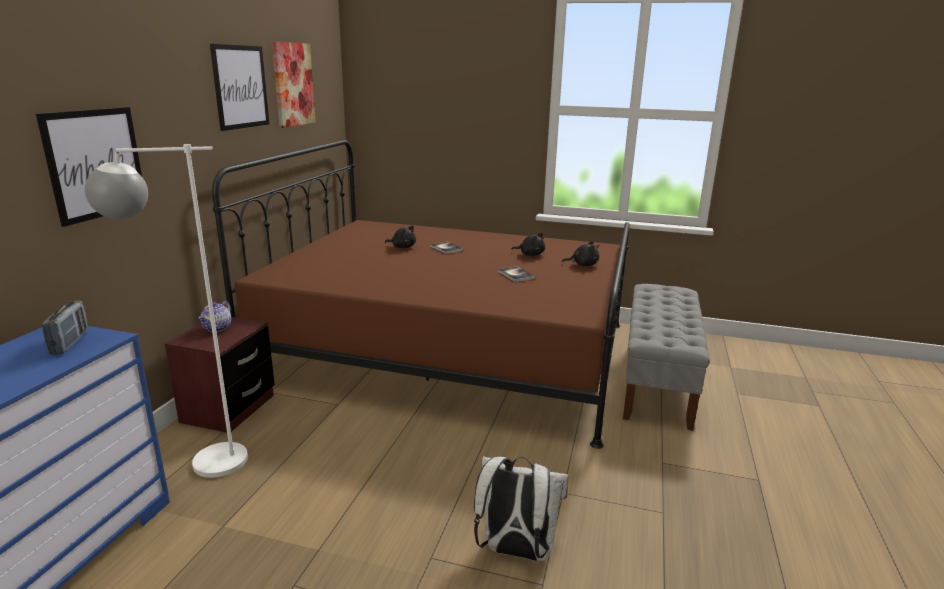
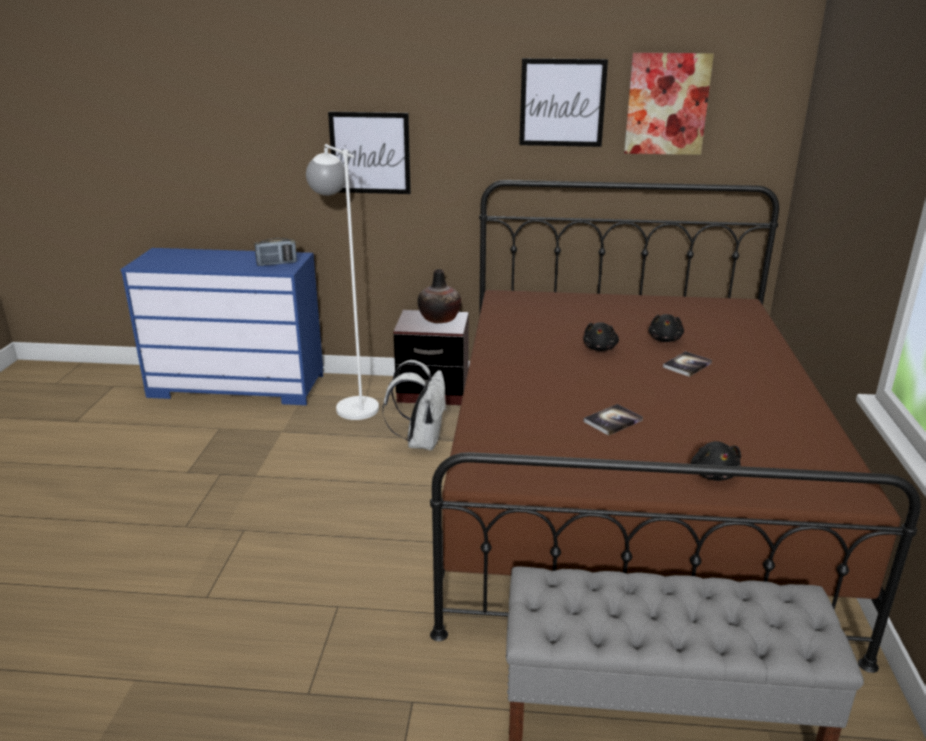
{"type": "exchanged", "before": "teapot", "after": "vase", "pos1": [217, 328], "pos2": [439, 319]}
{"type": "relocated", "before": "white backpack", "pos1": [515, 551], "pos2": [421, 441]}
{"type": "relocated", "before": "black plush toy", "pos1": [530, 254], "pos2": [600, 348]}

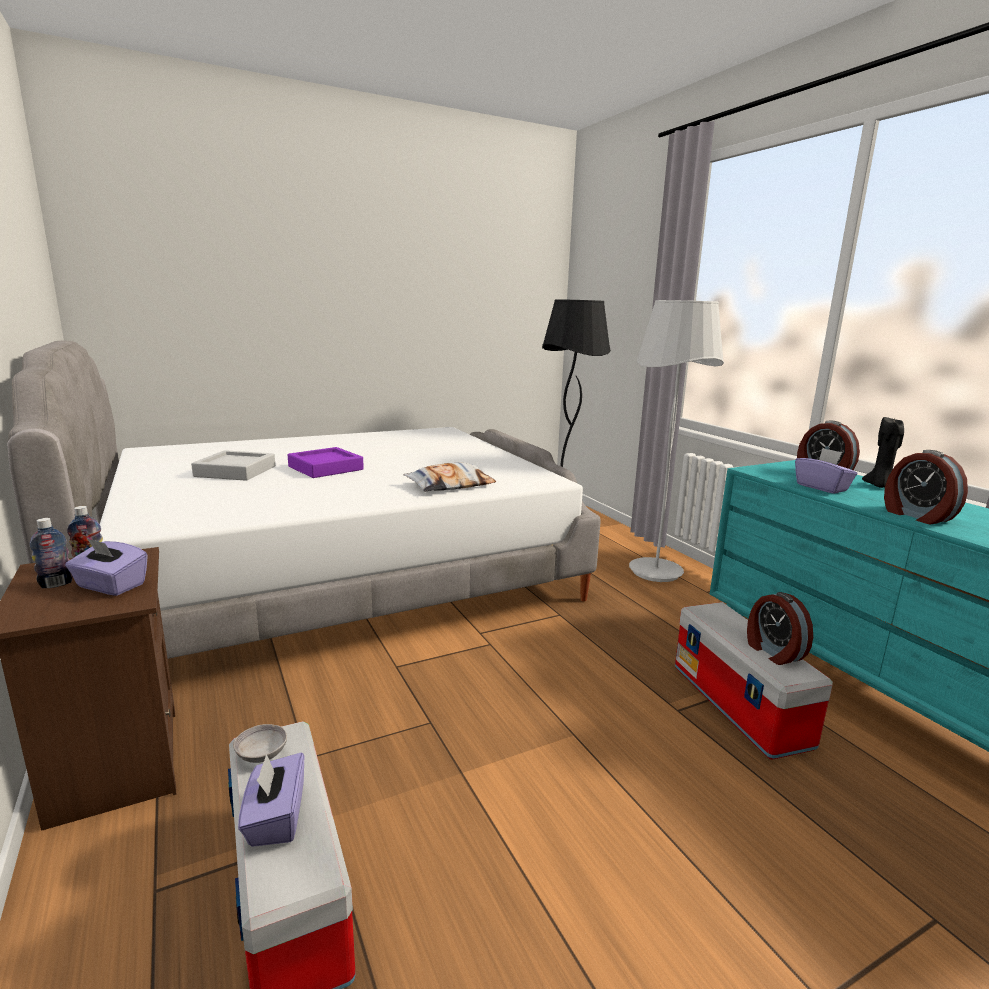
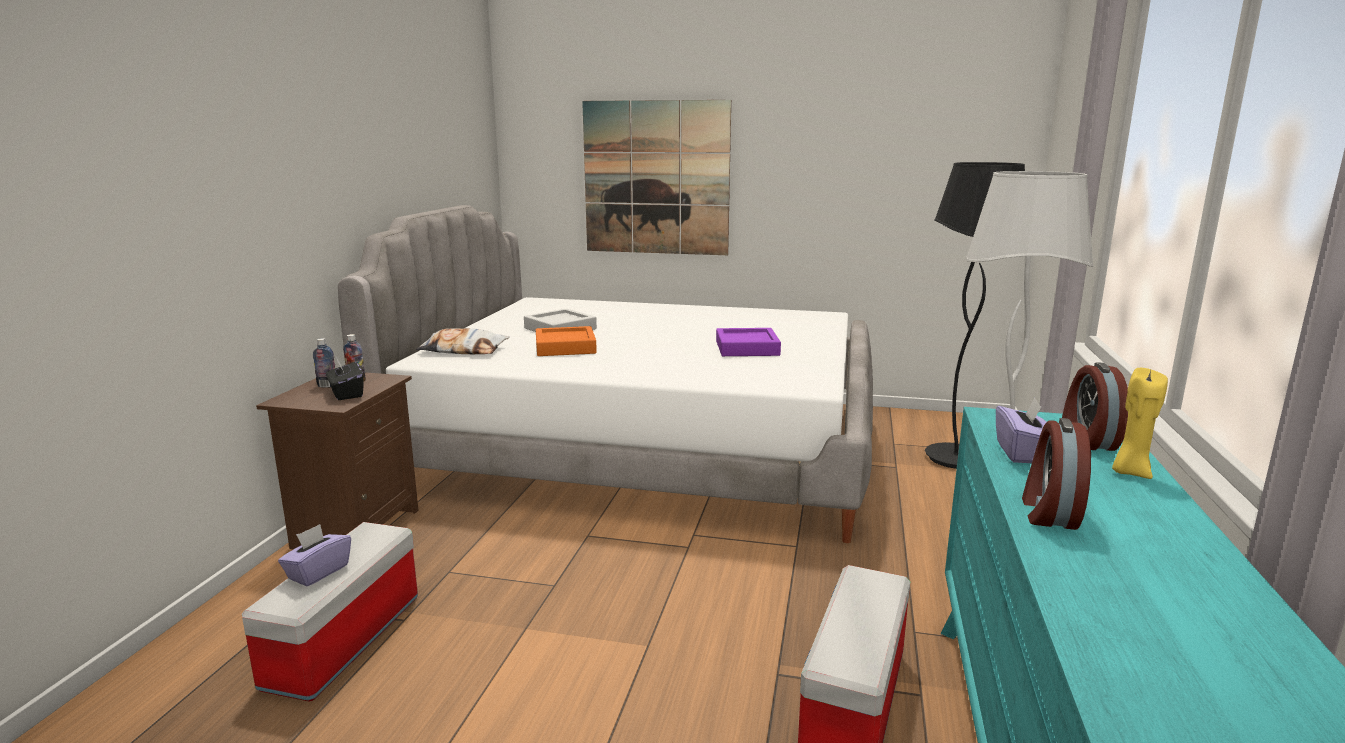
{"type": "colour", "before": "purple tissue box", "after": "black tissue box", "pos1": [110, 586], "pos2": [346, 394]}
{"type": "missing", "before": "grey bowl", "pos1": [261, 755]}
{"type": "relocated", "before": "purple tray", "pos1": [325, 468], "pos2": [747, 348]}
{"type": "relocated", "before": "pillow", "pos1": [450, 485], "pos2": [463, 350]}
{"type": "missing", "before": "alarm clock", "pos1": [773, 652]}
{"type": "colour", "before": "black candle", "after": "yellow candle", "pos1": [879, 486], "pos2": [1130, 472]}
{"type": "appeared", "after": "orange tray", "pos2": [565, 347]}
{"type": "appeared", "after": "picture", "pos2": [656, 178]}

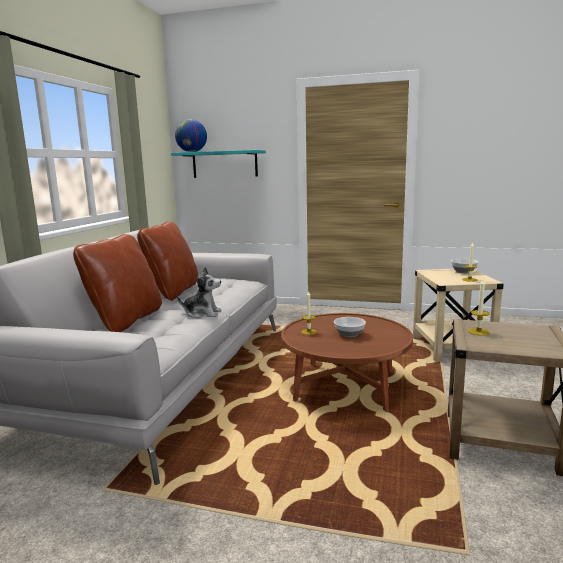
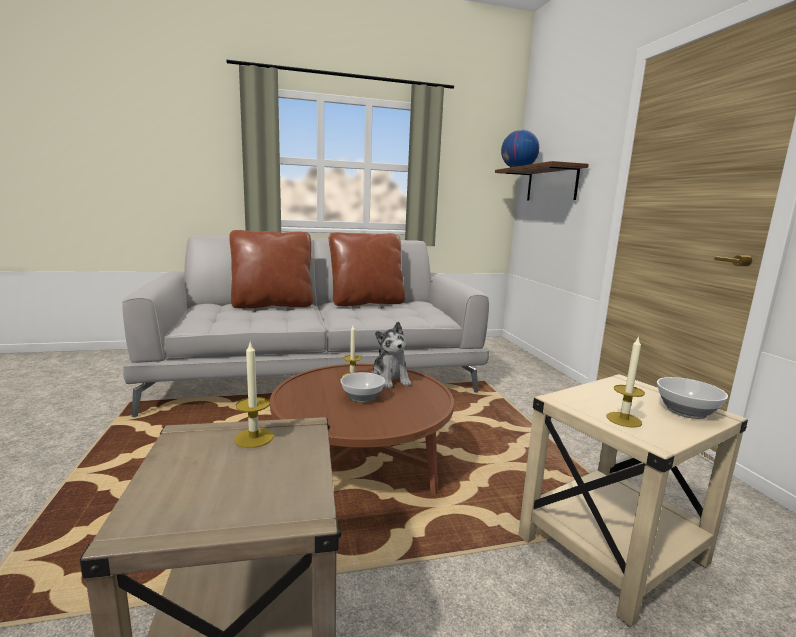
{"type": "colour", "before": "turquoise shelf", "after": "brown shelf", "pos1": [224, 164], "pos2": [551, 184]}
{"type": "relocated", "before": "plush toy", "pos1": [202, 314], "pos2": [390, 379]}

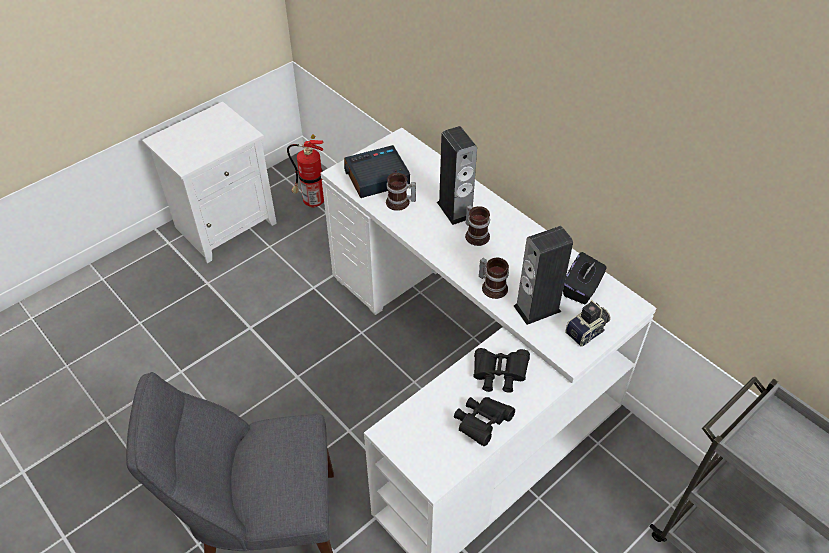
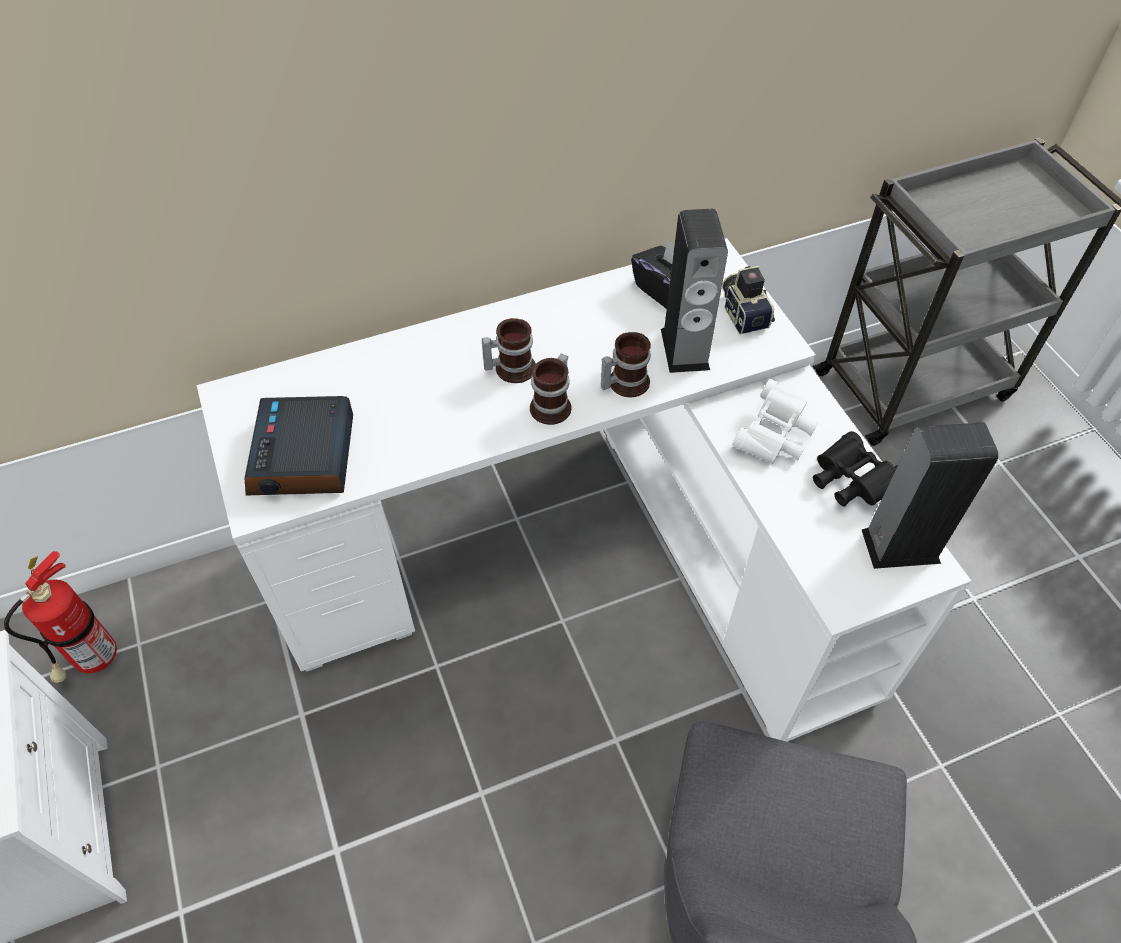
{"type": "relocated", "before": "mug", "pos1": [400, 203], "pos2": [554, 406]}
{"type": "relocated", "before": "speaker", "pos1": [455, 209], "pos2": [900, 546]}
{"type": "colour", "before": "black binoculars", "after": "white binoculars", "pos1": [498, 375], "pos2": [774, 436]}

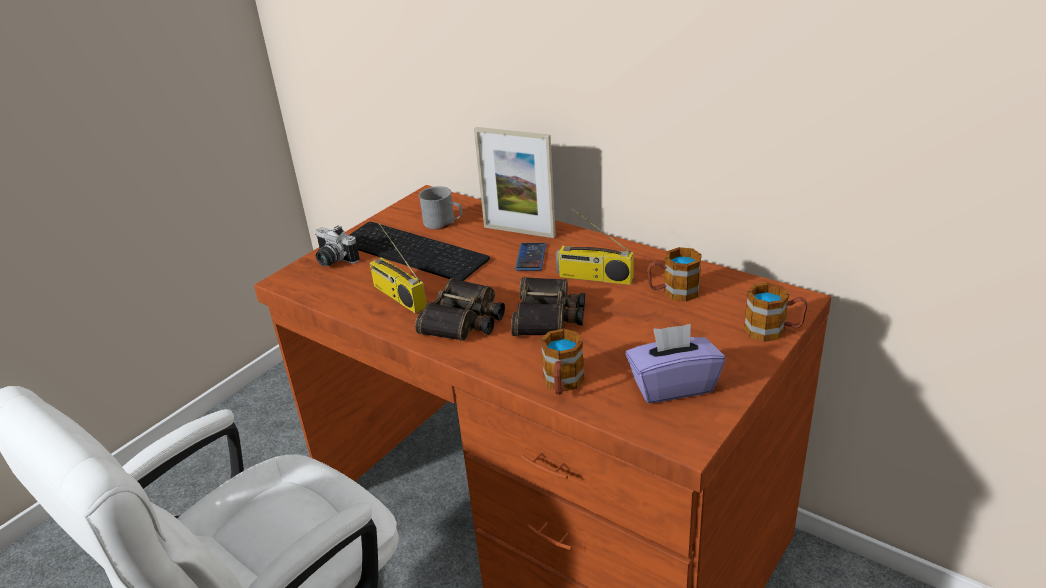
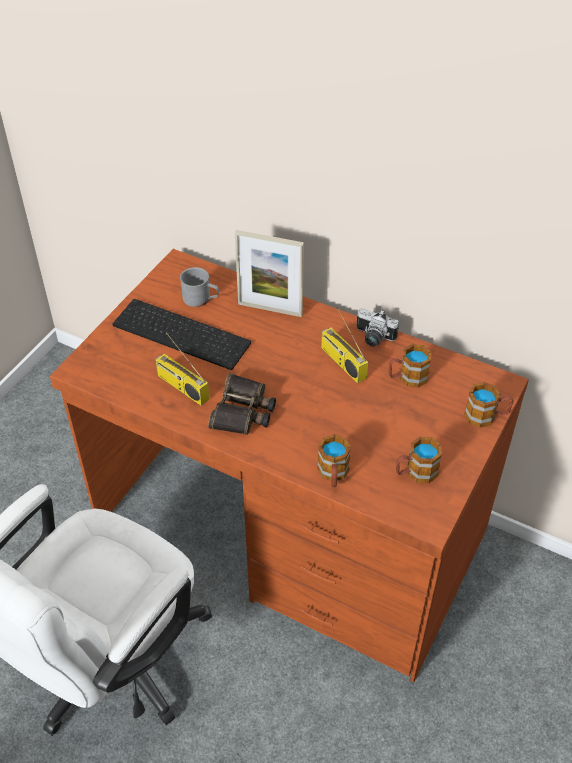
{"type": "relocated", "before": "photo camera", "pos1": [333, 260], "pos2": [373, 338]}
{"type": "missing", "before": "binoculars", "pos1": [548, 316]}
{"type": "missing", "before": "phone", "pos1": [531, 257]}
{"type": "spun", "before": "radio", "pos1": [594, 277], "pos2": [342, 362], "turn": 45}
{"type": "exchanged", "before": "purple tissue box", "after": "mug", "pos1": [672, 385], "pos2": [415, 472]}

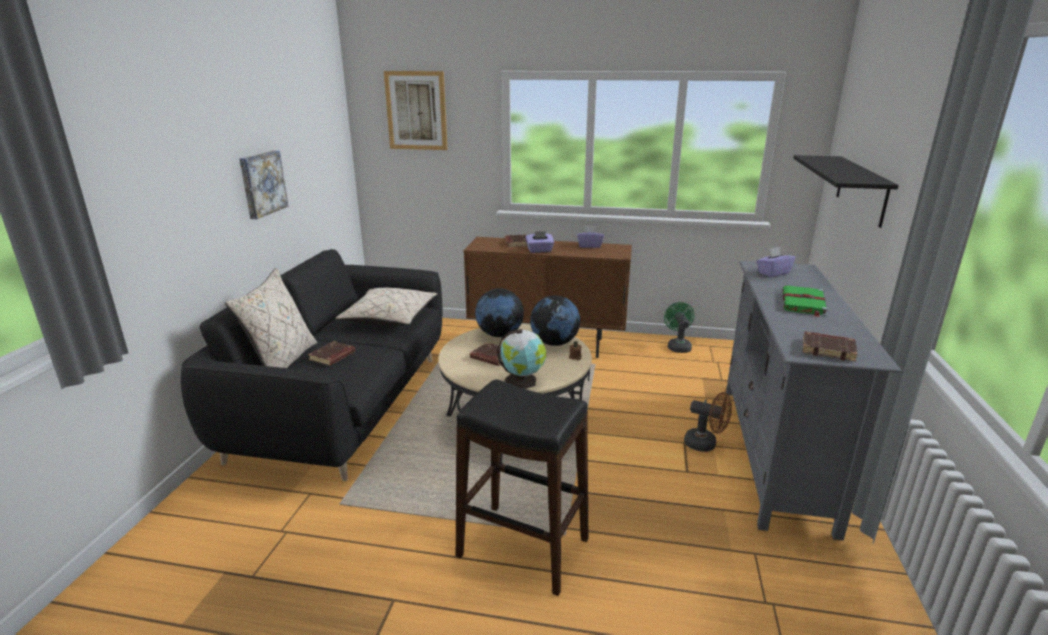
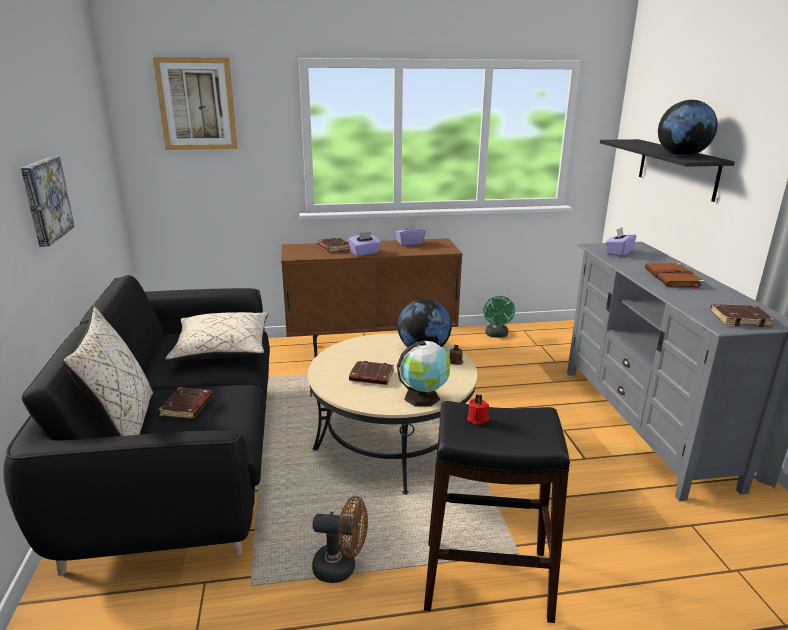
{"type": "relocated", "before": "globe", "pos1": [499, 335], "pos2": [681, 155]}
{"type": "spun", "before": "green fan", "pos1": [678, 346], "pos2": [496, 335], "turn": -150}
{"type": "relocated", "before": "brown fan", "pos1": [705, 444], "pos2": [341, 567]}
{"type": "colour", "before": "green book", "after": "brown book", "pos1": [803, 303], "pos2": [673, 278]}
{"type": "appeared", "after": "red candle", "pos2": [478, 419]}

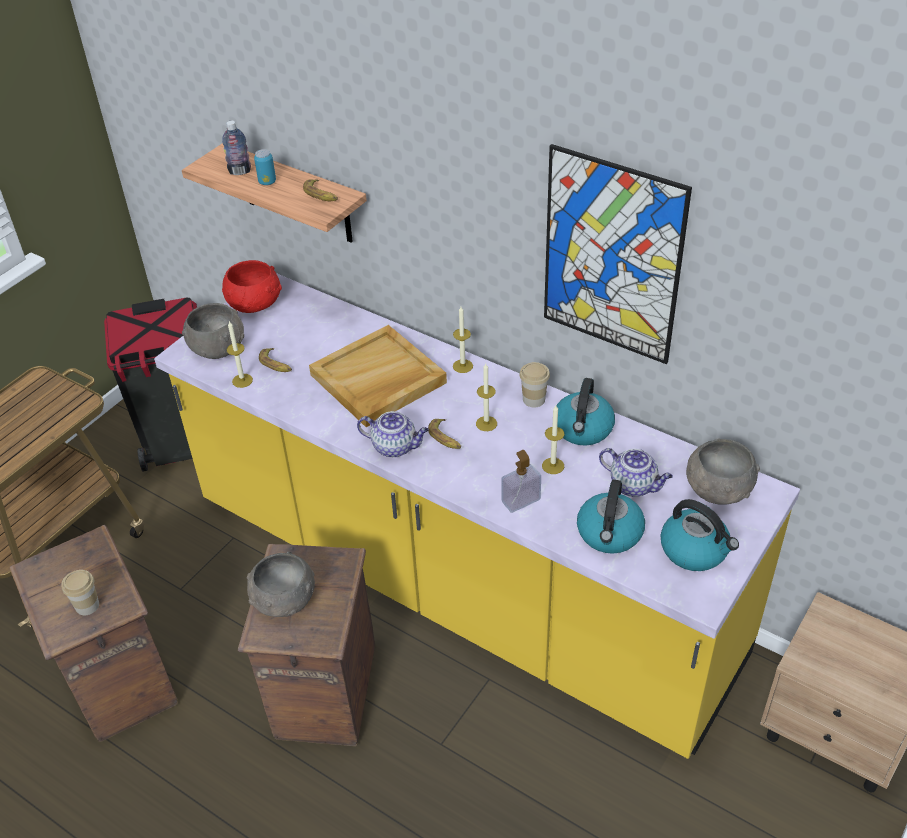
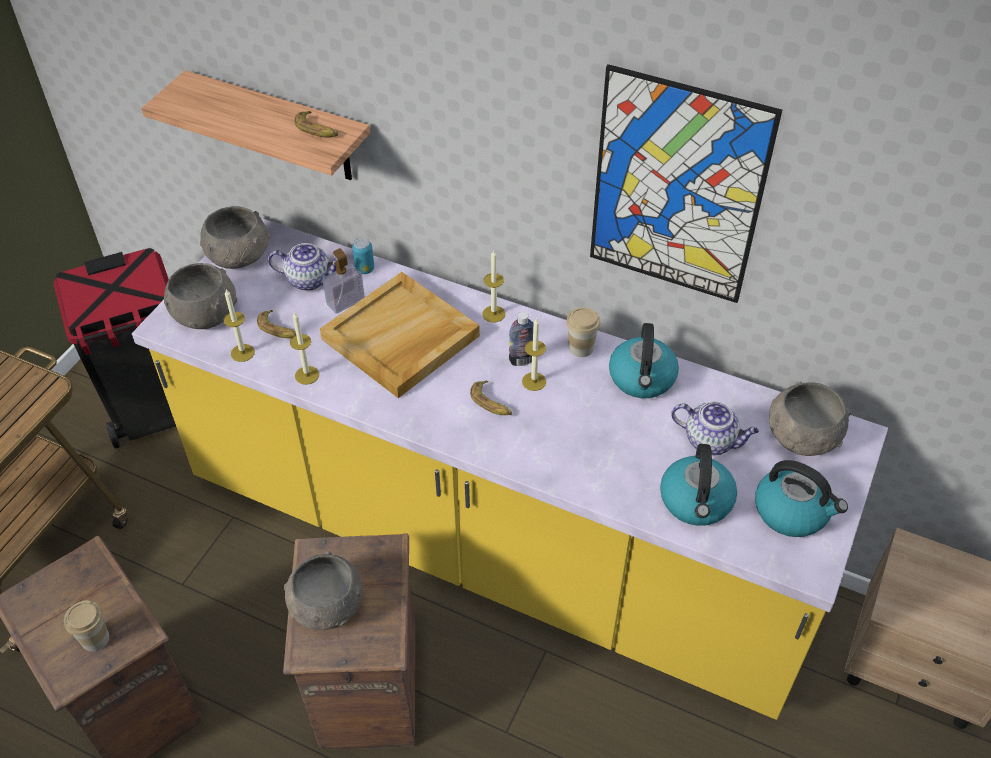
{"type": "relocated", "before": "bottle", "pos1": [240, 171], "pos2": [522, 360]}
{"type": "colour", "before": "red bowl", "after": "grey bowl", "pos1": [255, 304], "pos2": [239, 256]}
{"type": "relocated", "before": "can", "pos1": [267, 182], "pos2": [365, 269]}
{"type": "relocated", "before": "teapot", "pos1": [395, 447], "pos2": [310, 280]}
{"type": "relocated", "before": "soap dispenser", "pos1": [521, 500], "pos2": [345, 301]}
{"type": "relocated", "before": "candle", "pos1": [553, 466], "pos2": [307, 375]}

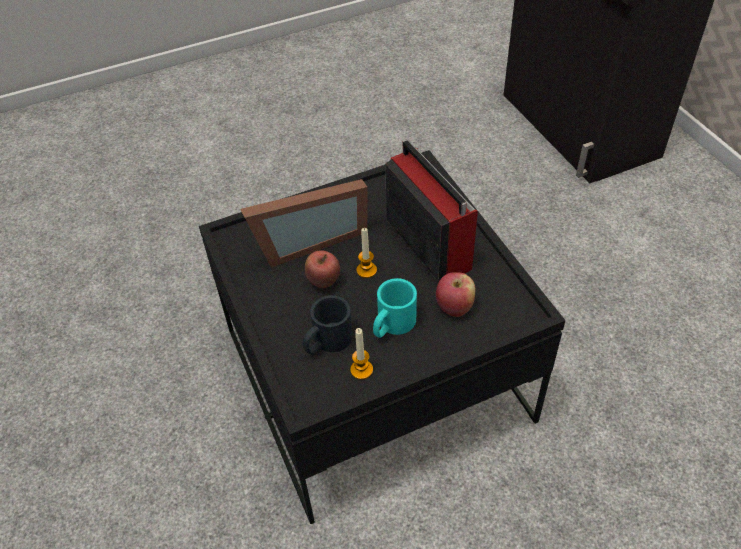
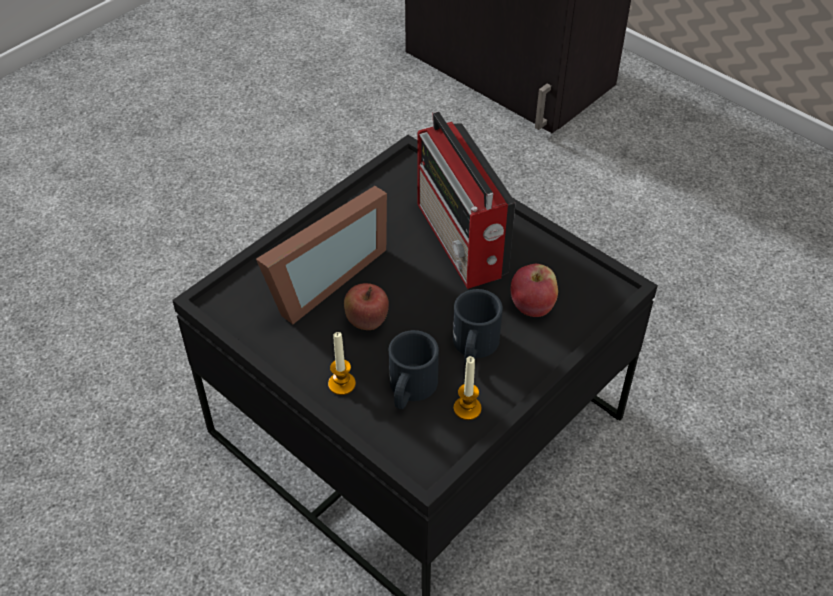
{"type": "relocated", "before": "candle", "pos1": [366, 270], "pos2": [342, 384]}
{"type": "colour", "before": "turquoise mug", "after": "black mug", "pos1": [392, 325], "pos2": [474, 348]}
{"type": "spun", "before": "radio", "pos1": [427, 241], "pos2": [461, 241], "turn": -150}

